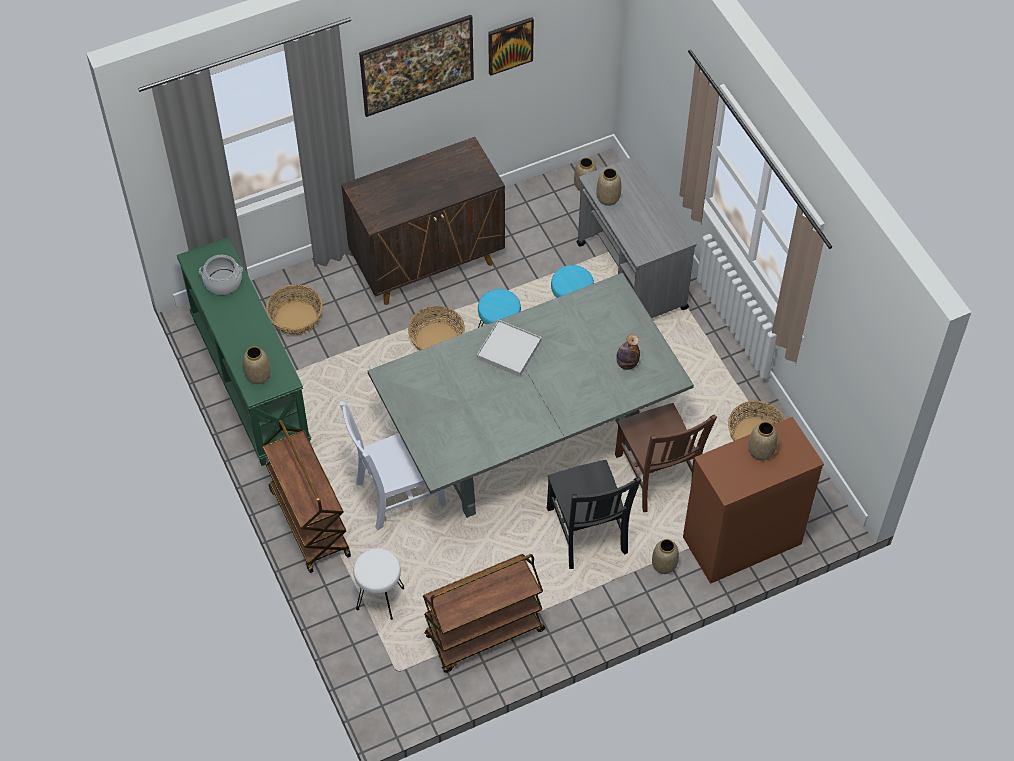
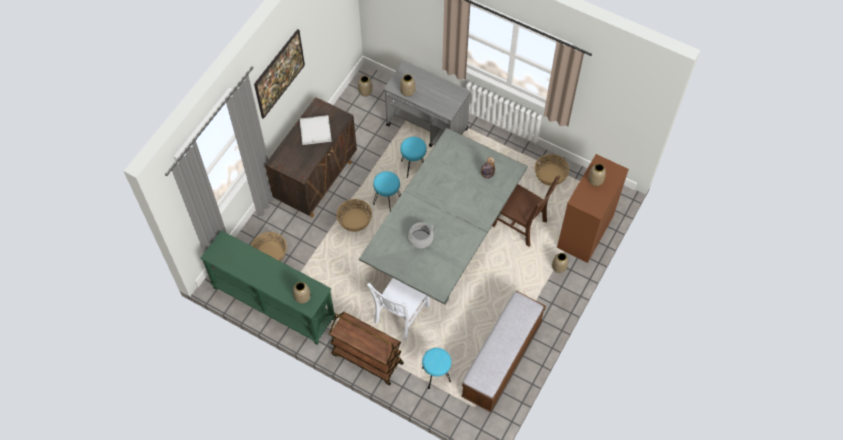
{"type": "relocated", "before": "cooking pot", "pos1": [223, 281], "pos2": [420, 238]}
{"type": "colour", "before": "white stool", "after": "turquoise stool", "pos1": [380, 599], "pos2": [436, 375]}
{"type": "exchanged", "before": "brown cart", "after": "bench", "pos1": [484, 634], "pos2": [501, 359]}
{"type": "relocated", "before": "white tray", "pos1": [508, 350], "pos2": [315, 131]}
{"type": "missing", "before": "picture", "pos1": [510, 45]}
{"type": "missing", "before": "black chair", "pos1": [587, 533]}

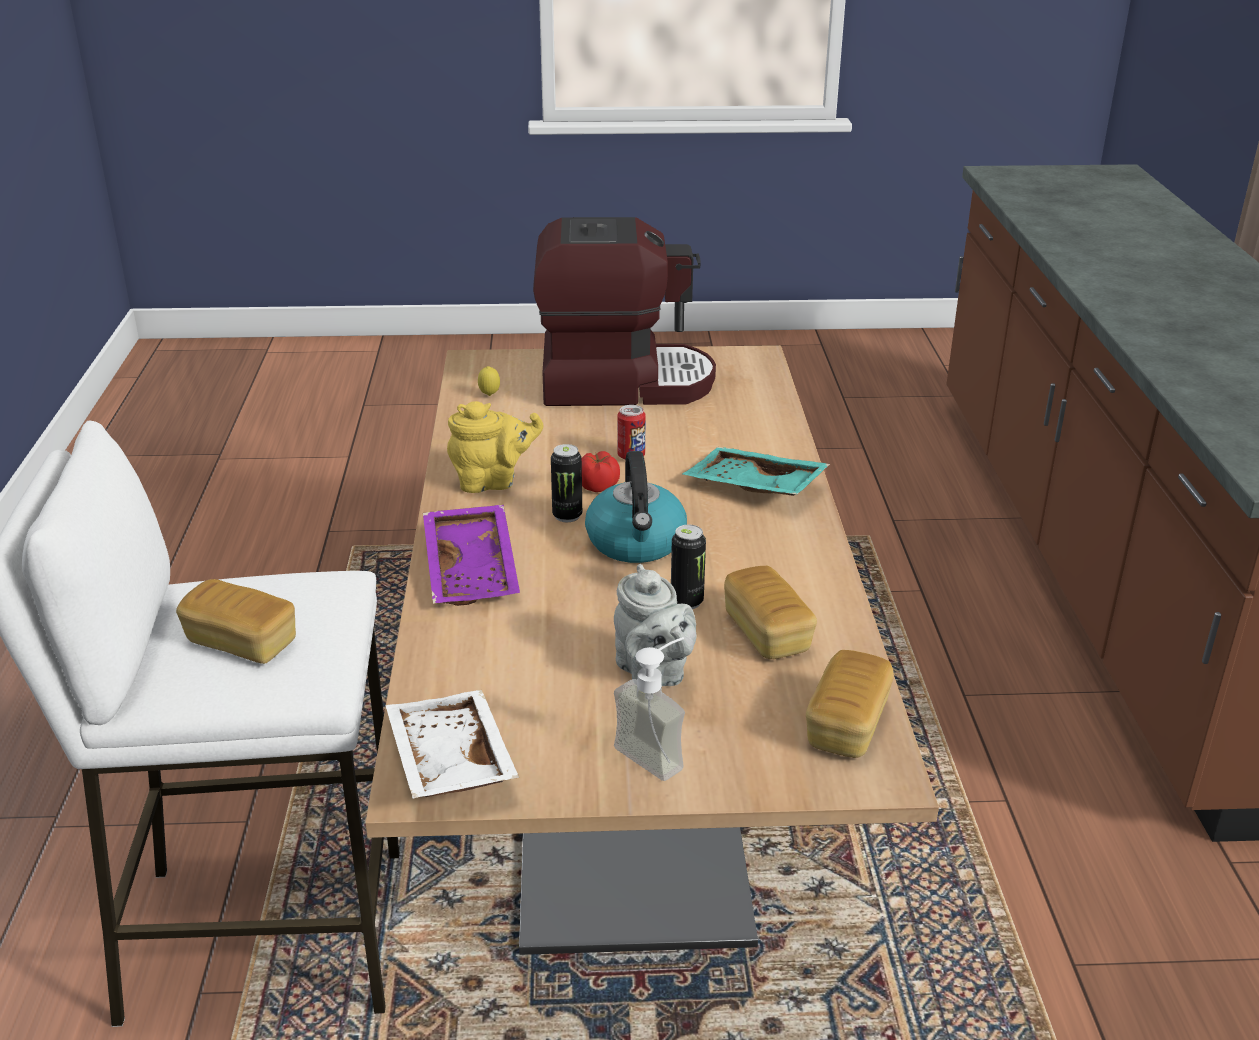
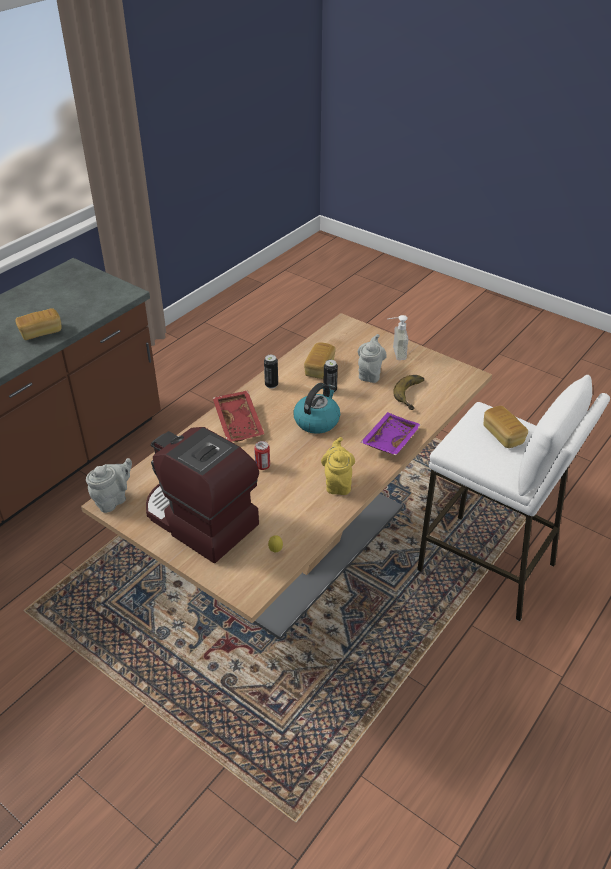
{"type": "missing", "before": "white tray", "pos1": [447, 761]}
{"type": "spun", "before": "yellow teapot", "pos1": [492, 482], "pos2": [337, 483], "turn": 60}
{"type": "relocated", "before": "can", "pos1": [567, 516], "pos2": [271, 385]}
{"type": "missing", "before": "tomato", "pos1": [599, 486]}
{"type": "colour", "before": "turquoise tray", "after": "red tray", "pos1": [753, 488], "pos2": [239, 422]}
{"type": "relocated", "before": "bread", "pos1": [847, 725], "pos2": [41, 332]}
{"type": "appeared", "after": "grey teapot", "pos2": [113, 500]}
{"type": "appeared", "after": "banana", "pos2": [414, 394]}

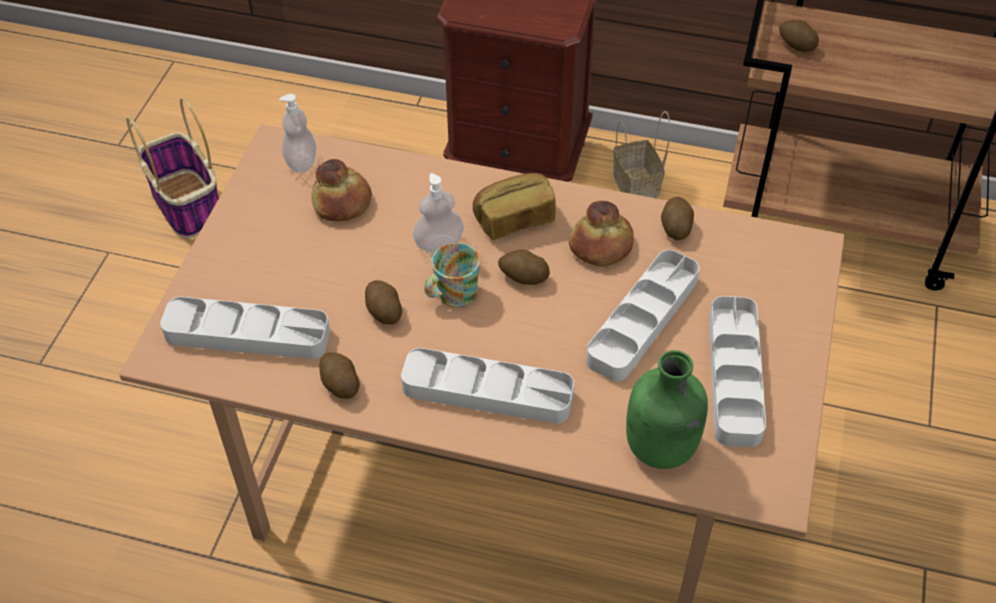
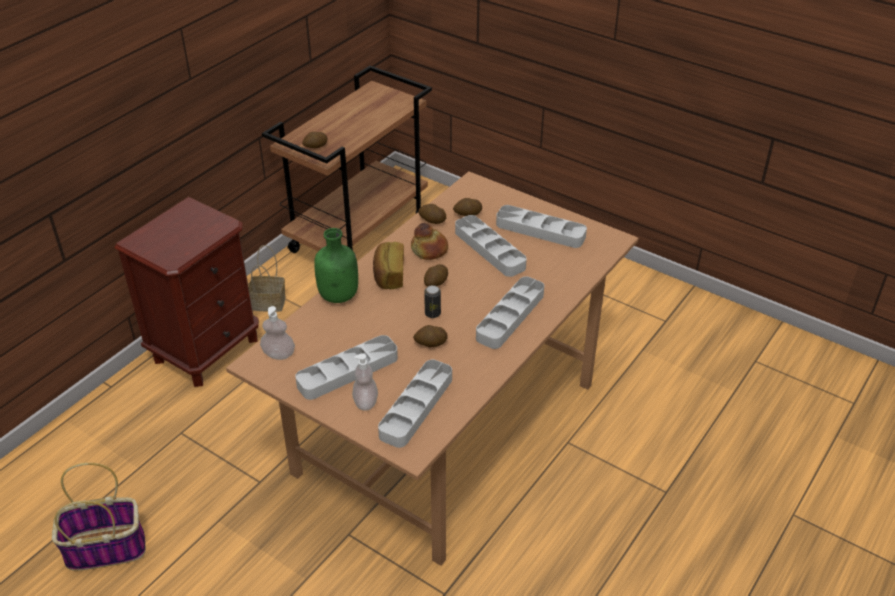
{"type": "missing", "before": "bread", "pos1": [343, 202]}
{"type": "relocated", "before": "potato", "pos1": [340, 384], "pos2": [467, 214]}
{"type": "relocated", "before": "soap dispenser", "pos1": [439, 243], "pos2": [365, 402]}
{"type": "exchanged", "before": "mug", "after": "can", "pos1": [451, 294], "pos2": [432, 313]}
{"type": "relocated", "before": "green bottle", "pos1": [661, 448], "pos2": [339, 296]}
{"type": "appeared", "after": "grey tray", "pos2": [348, 371]}

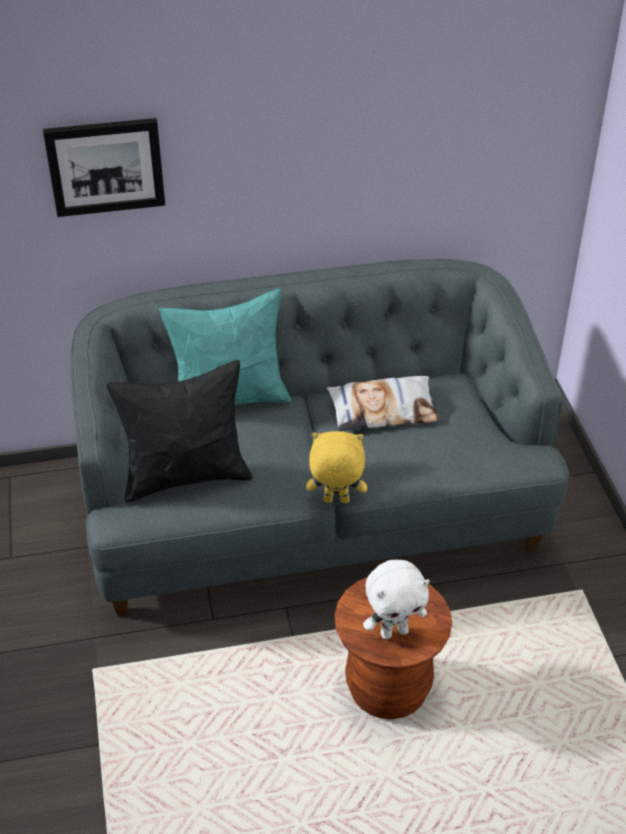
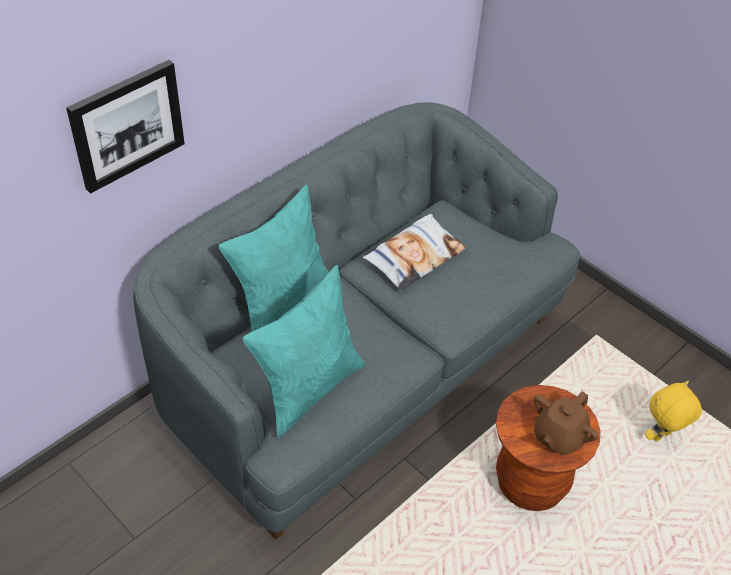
{"type": "colour", "before": "black pillow", "after": "turquoise pillow", "pos1": [186, 476], "pos2": [308, 389]}
{"type": "relocated", "before": "yellow plush toy", "pos1": [335, 501], "pos2": [661, 437]}
{"type": "exchanged", "before": "white plush toy", "after": "brown teapot", "pos1": [394, 631], "pos2": [558, 437]}

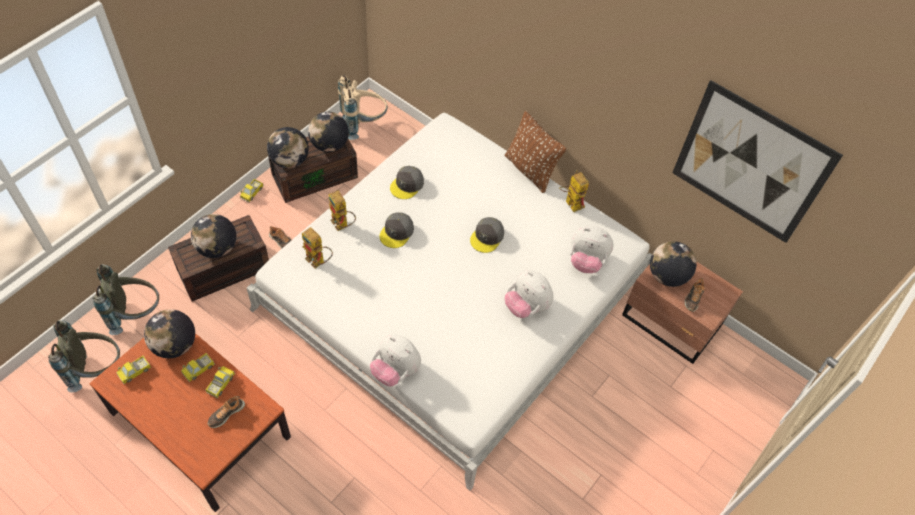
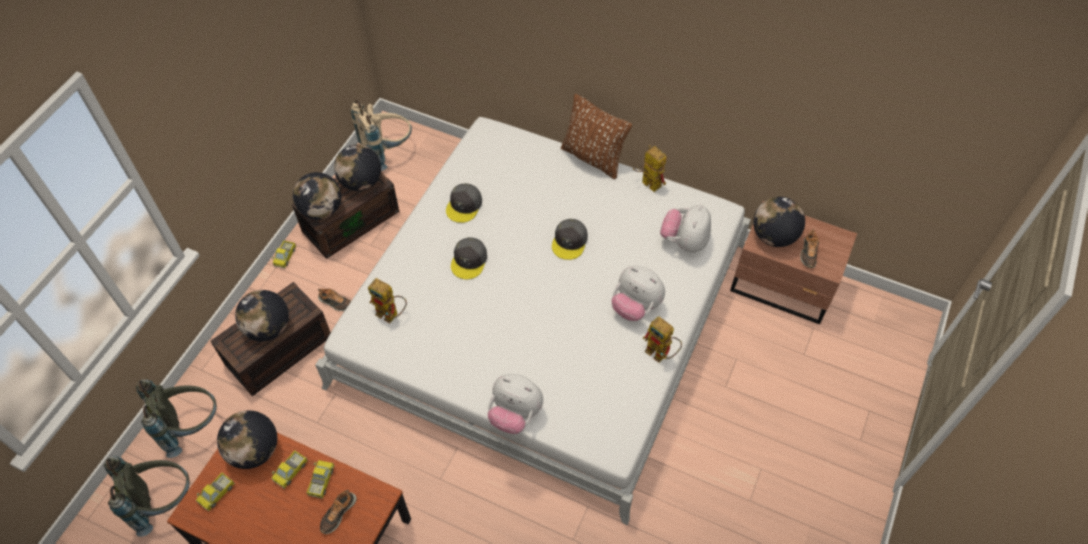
{"type": "relocated", "before": "toy robot", "pos1": [342, 225], "pos2": [661, 354]}
{"type": "spun", "before": "plush toy", "pos1": [586, 261], "pos2": [684, 241], "turn": 105}
{"type": "missing", "before": "picture", "pos1": [750, 164]}

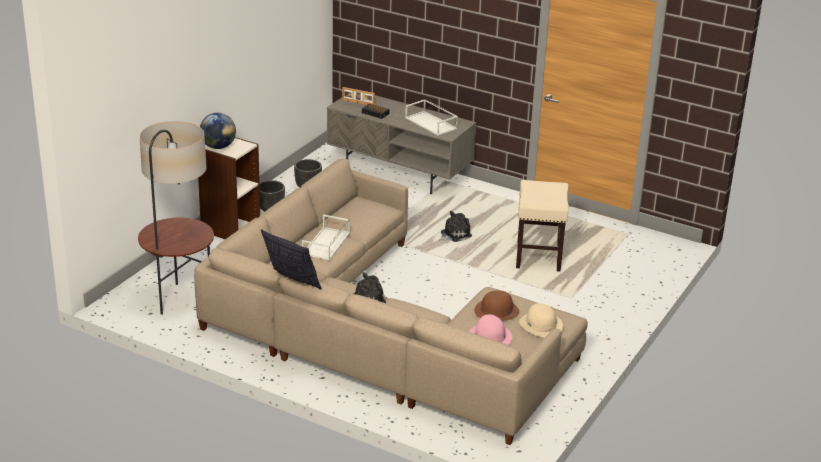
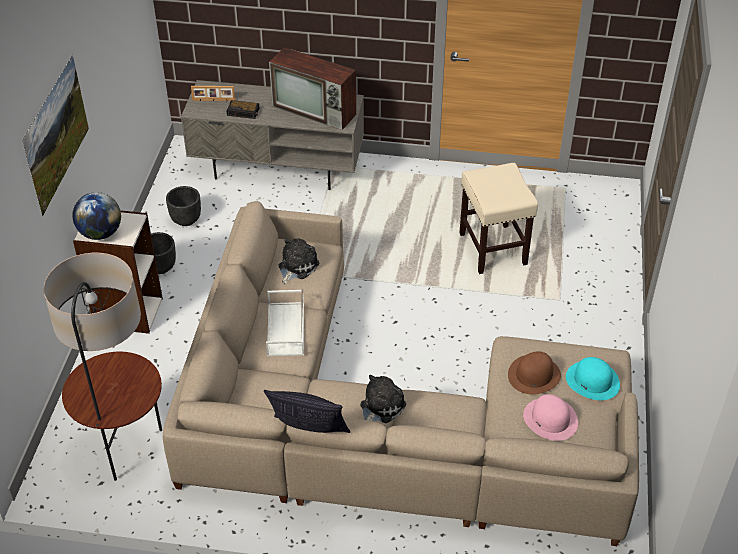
{"type": "exchanged", "before": "white tray", "after": "television", "pos1": [431, 123], "pos2": [315, 110]}
{"type": "relocated", "before": "plush toy", "pos1": [454, 234], "pos2": [296, 266]}
{"type": "colour", "before": "beige hat", "after": "turquoise hat", "pos1": [541, 325], "pos2": [593, 380]}
{"type": "appeared", "after": "picture", "pos2": [62, 152]}

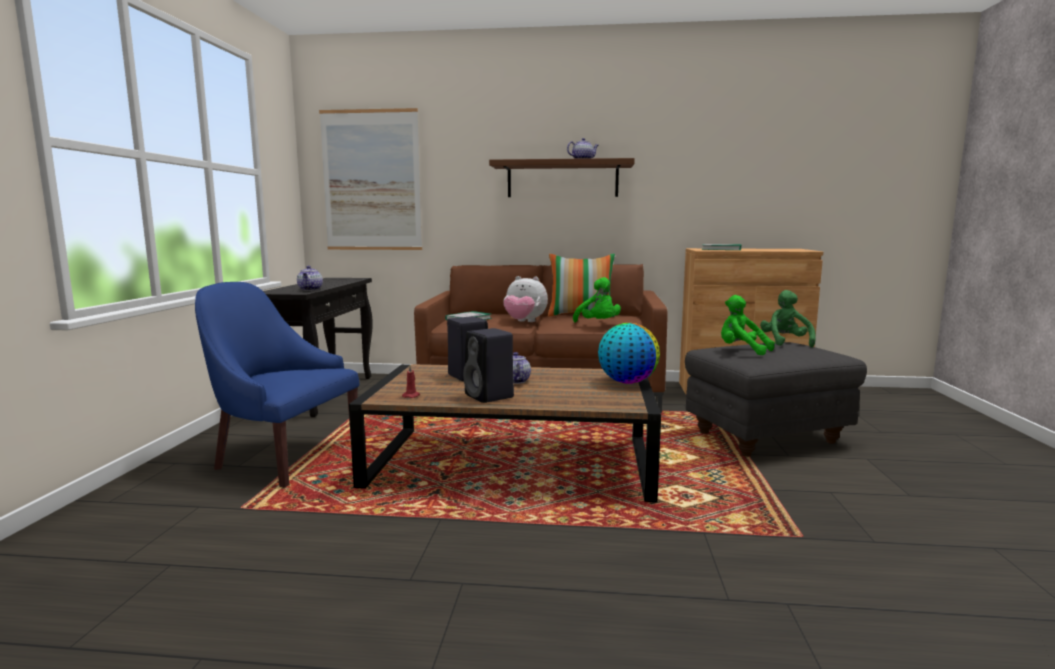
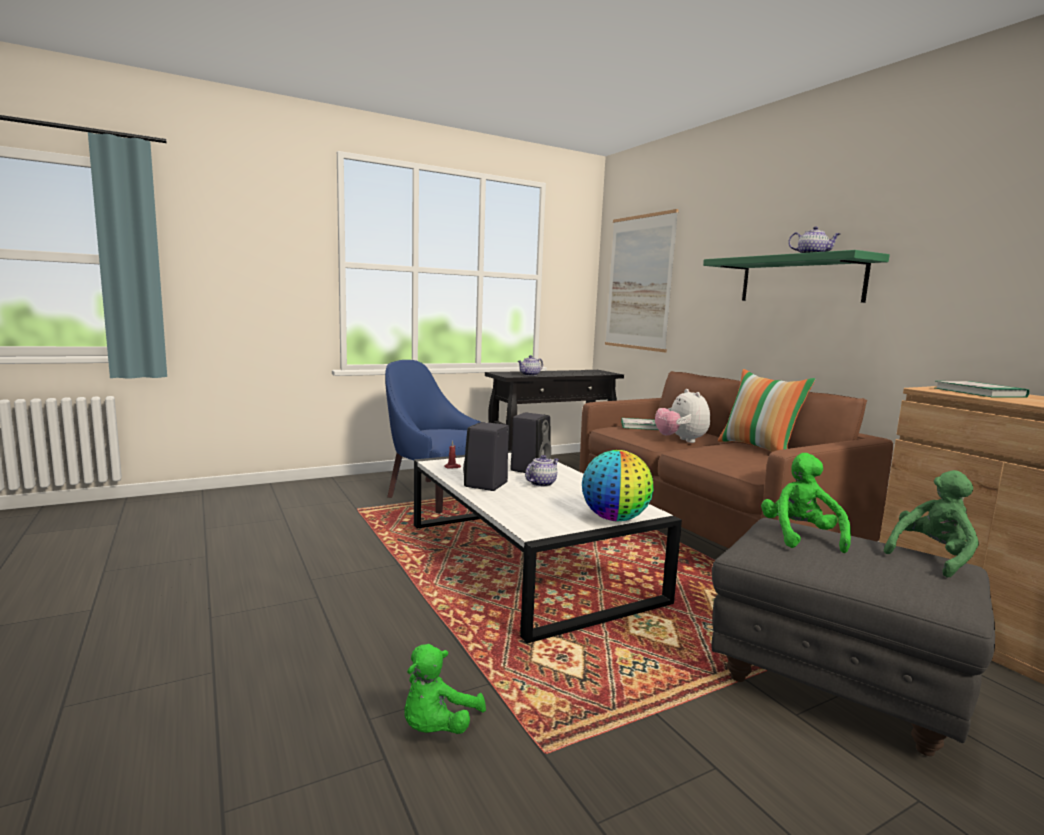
{"type": "spun", "before": "blue armchair", "pos1": [283, 457], "pos2": [435, 494], "turn": -45}
{"type": "colour", "before": "brown coffee table", "after": "white coffee table", "pos1": [513, 461], "pos2": [528, 560]}
{"type": "colour", "before": "brown shelf", "after": "green shelf", "pos1": [562, 179], "pos2": [800, 280]}
{"type": "relocated", "before": "green plush toy", "pos1": [598, 324], "pos2": [437, 727]}

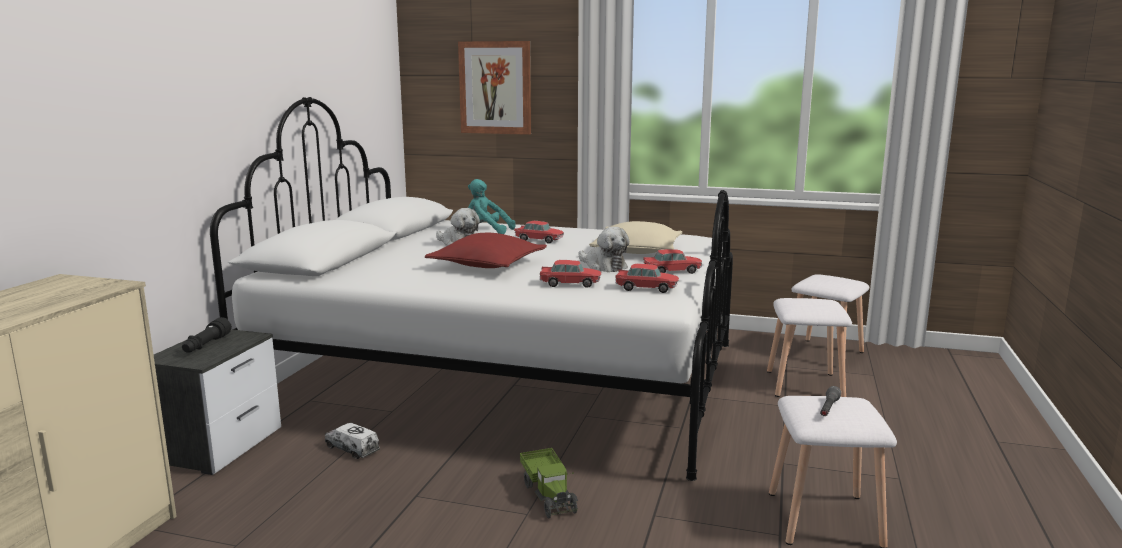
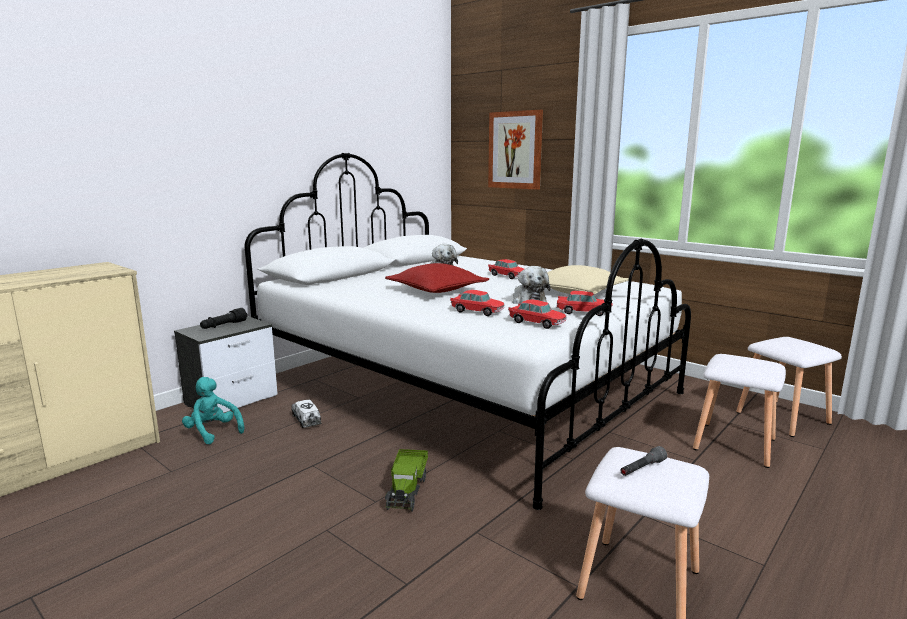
{"type": "relocated", "before": "turquoise plush toy", "pos1": [486, 231], "pos2": [213, 432]}

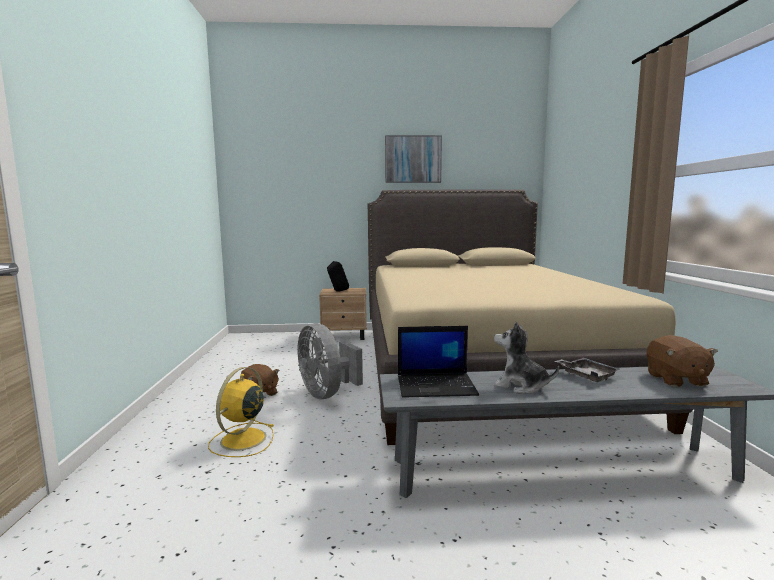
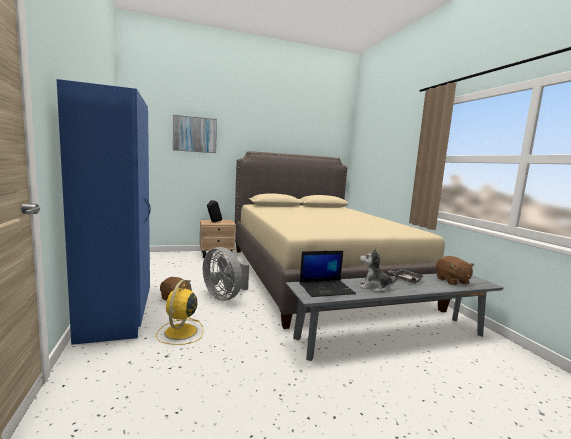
{"type": "relocated", "before": "picture", "pos1": [413, 159], "pos2": [194, 134]}
{"type": "appeared", "after": "blue wardrobe", "pos2": [117, 315]}

